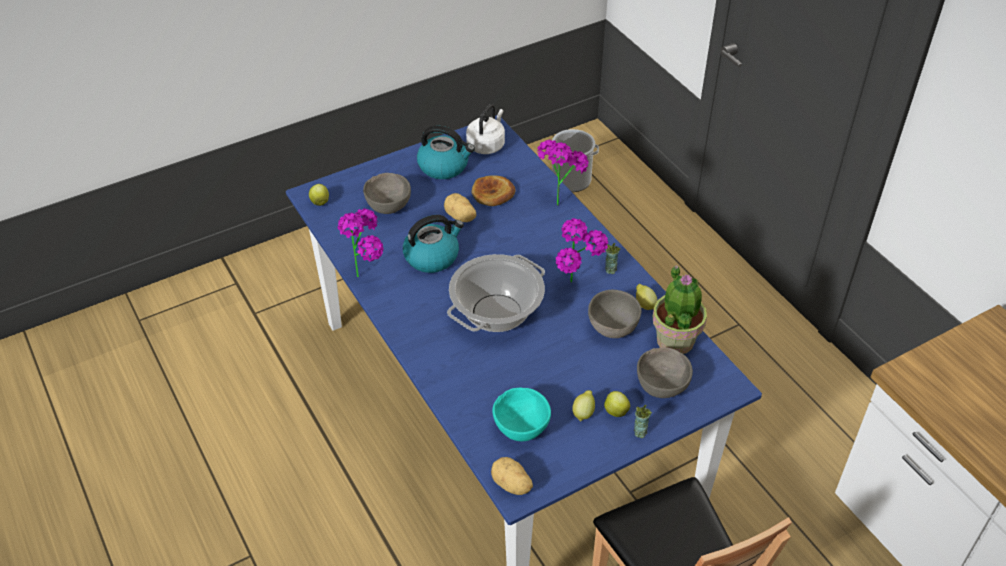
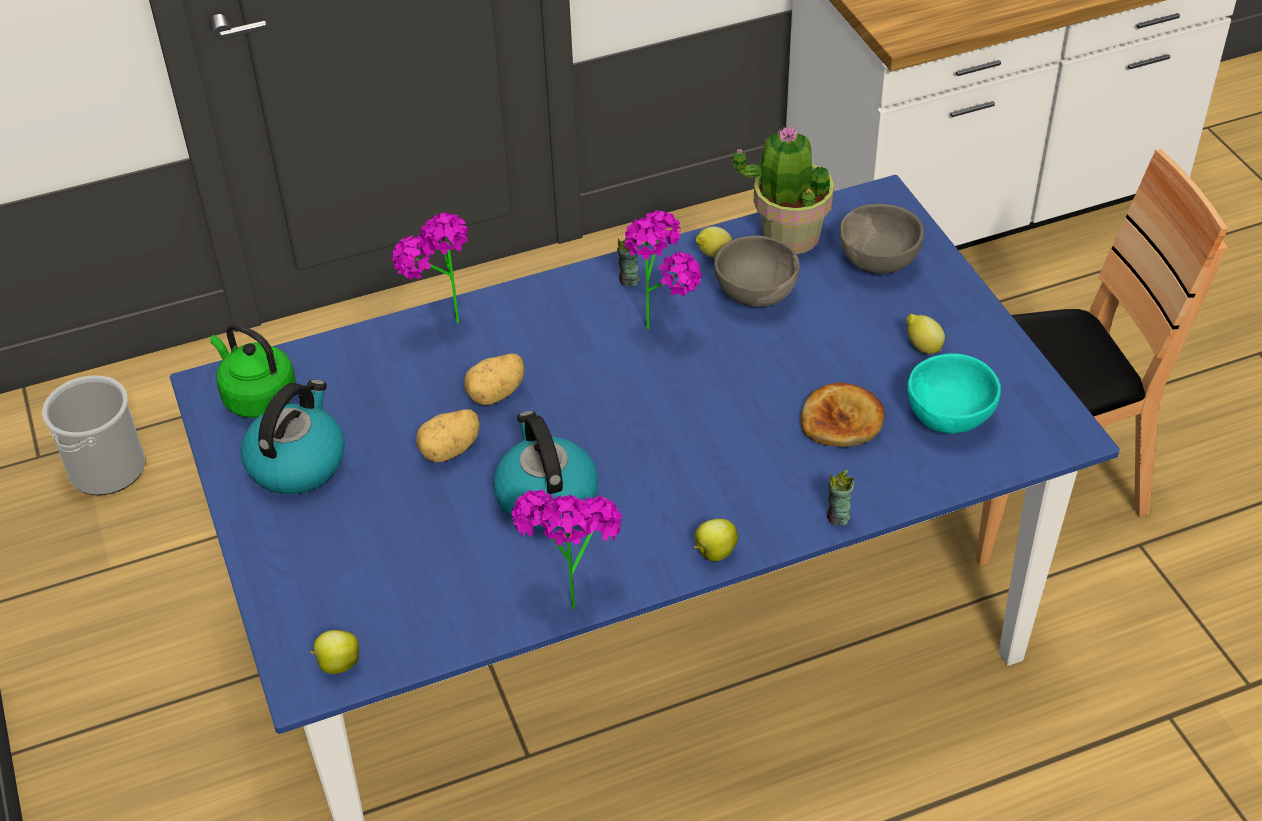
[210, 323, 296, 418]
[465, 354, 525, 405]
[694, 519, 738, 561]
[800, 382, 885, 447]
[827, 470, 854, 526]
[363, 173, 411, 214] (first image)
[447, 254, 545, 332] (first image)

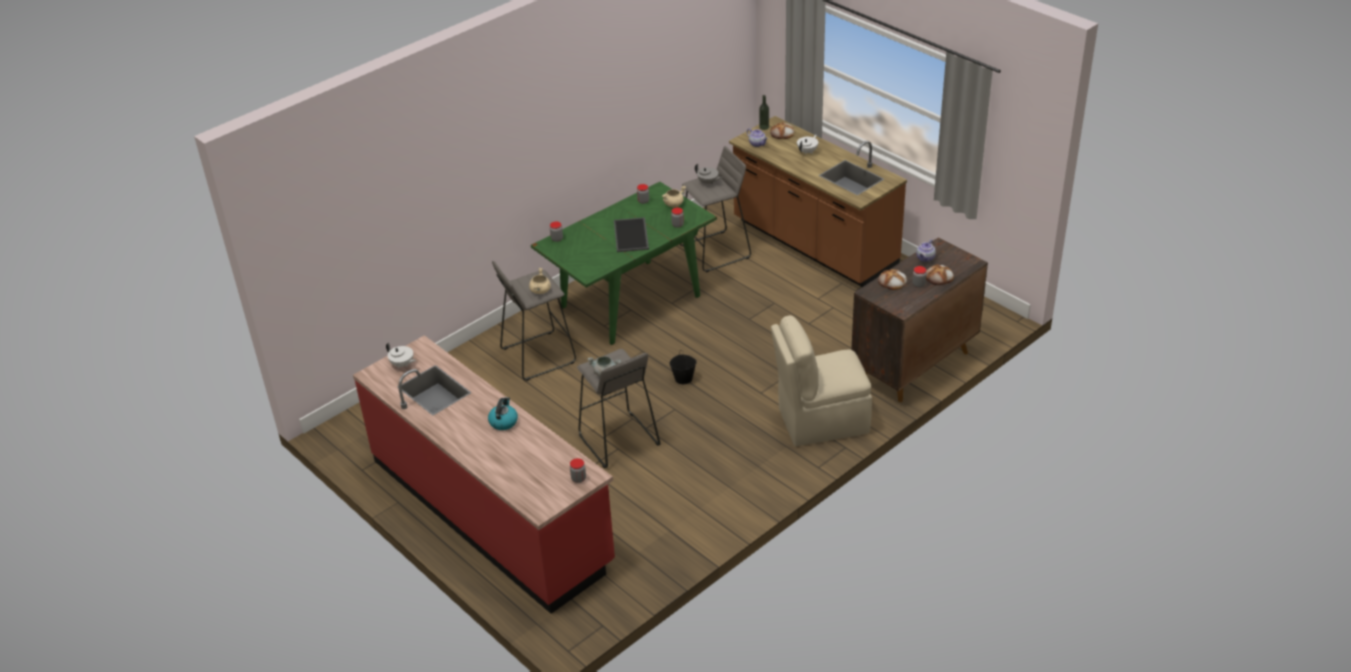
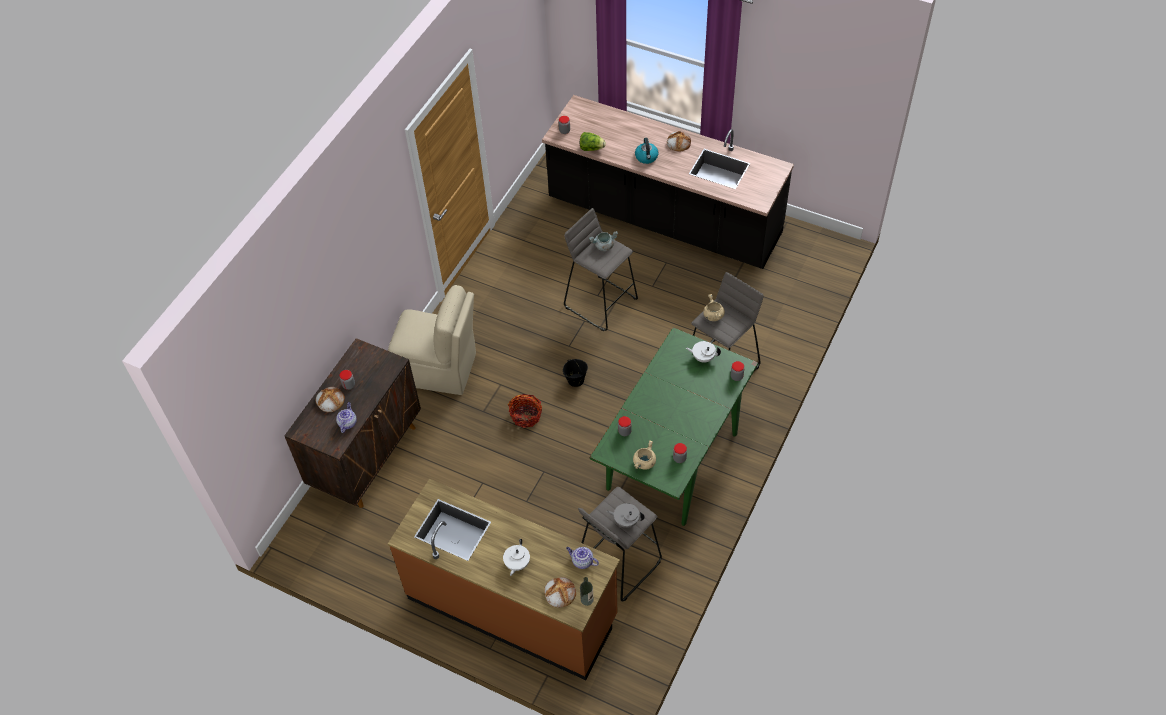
[388, 285, 476, 395]
[508, 394, 542, 428]
[542, 95, 794, 269]
[580, 132, 606, 151]
[667, 131, 691, 151]
[686, 341, 721, 363]
[614, 217, 649, 252] (first image)

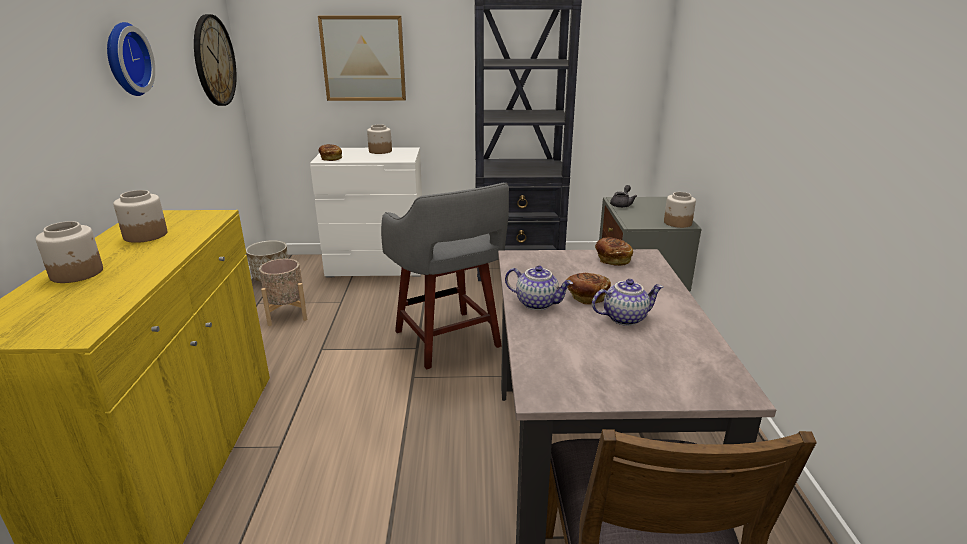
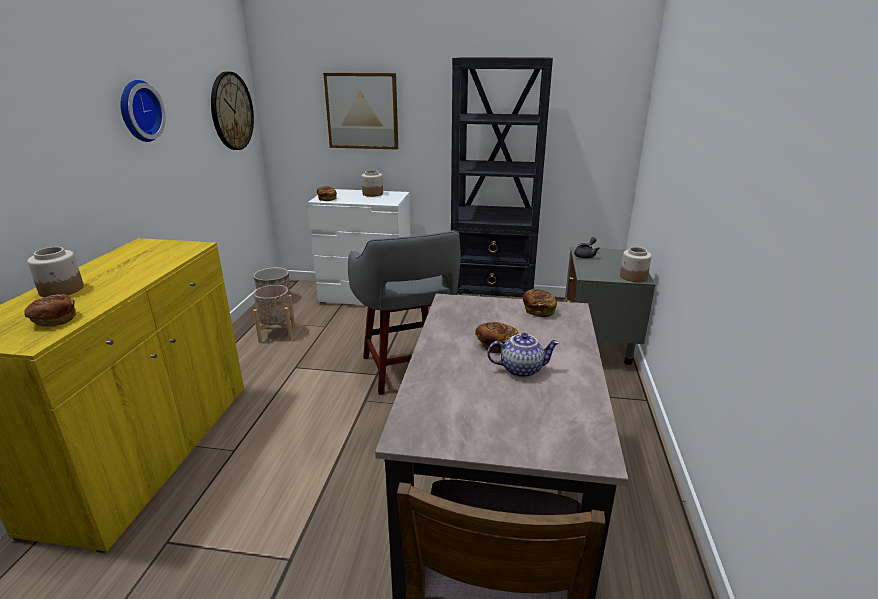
[24, 294, 76, 327]
[113, 190, 167, 243] (first image)
[505, 266, 573, 310] (first image)

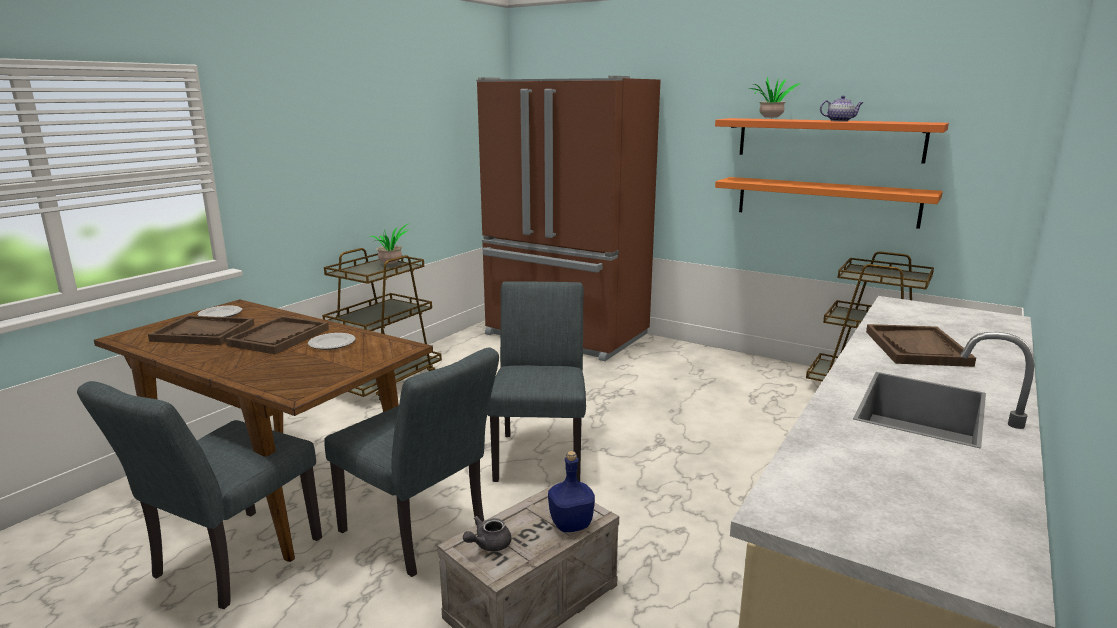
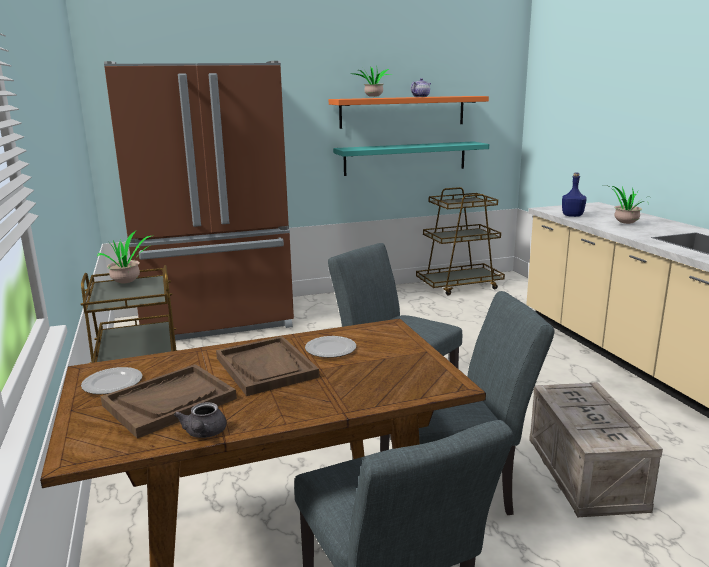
[174, 402, 227, 438]
[333, 142, 489, 176]
[562, 173, 587, 217]
[605, 185, 652, 224]

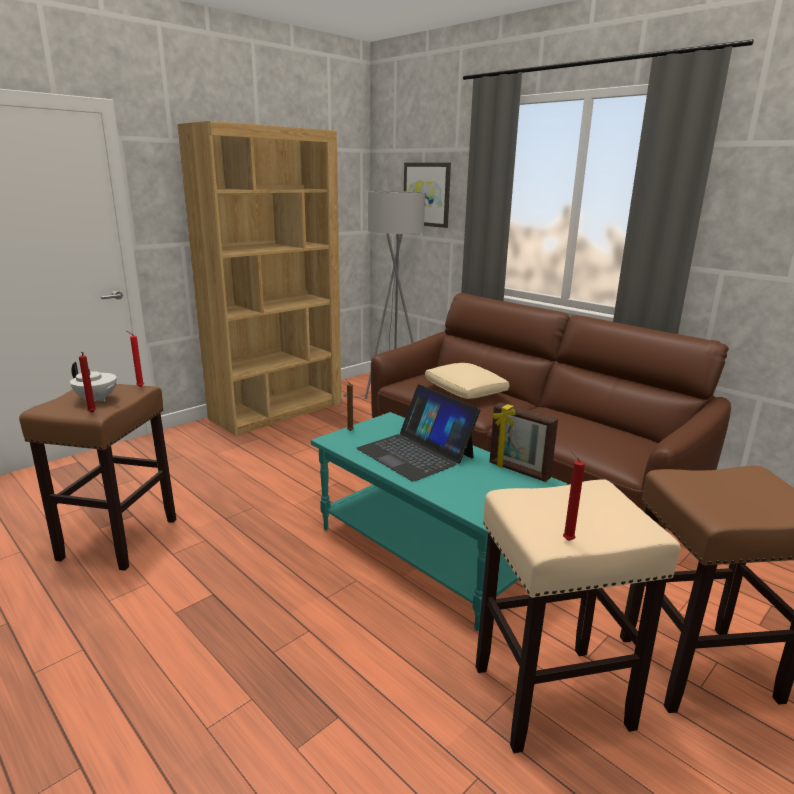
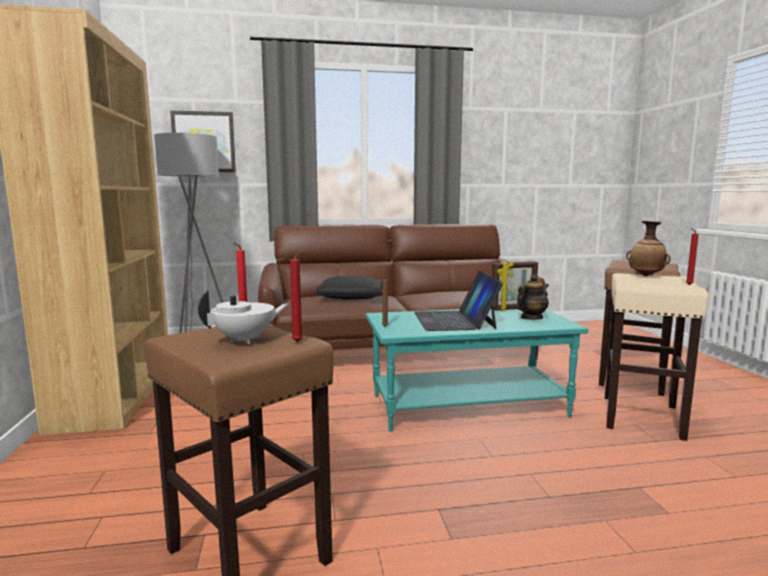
[316, 276, 382, 300]
[414, 270, 503, 331]
[516, 275, 549, 320]
[626, 221, 671, 276]

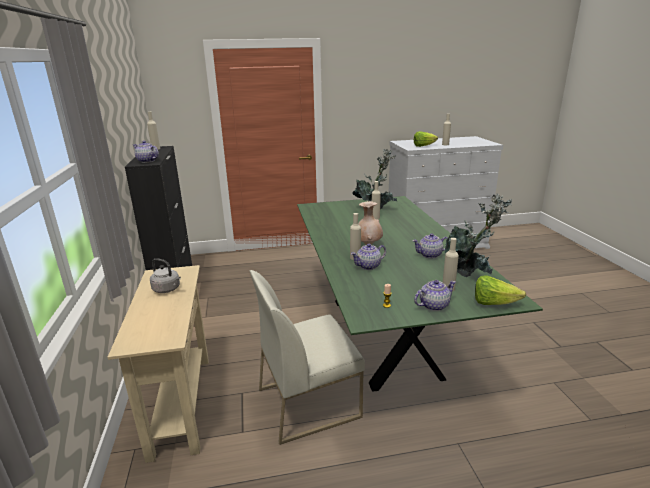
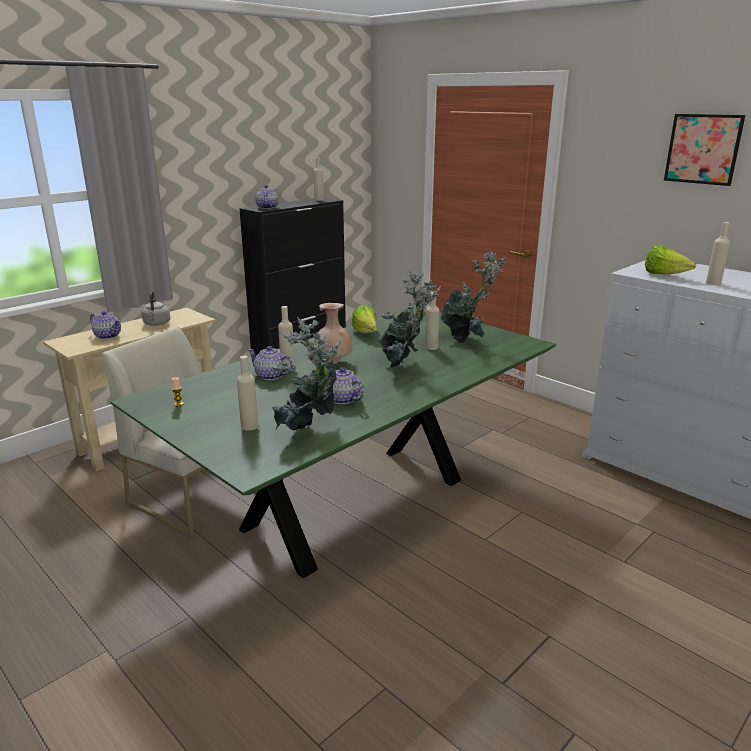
[90, 311, 121, 339]
[352, 305, 377, 333]
[379, 270, 441, 368]
[664, 114, 745, 186]

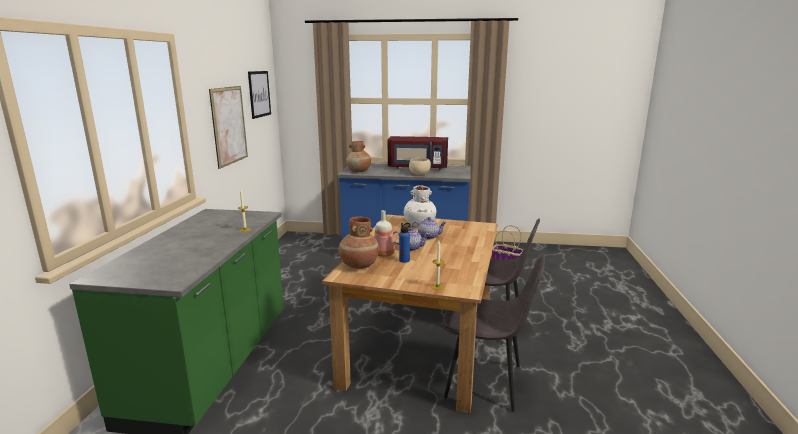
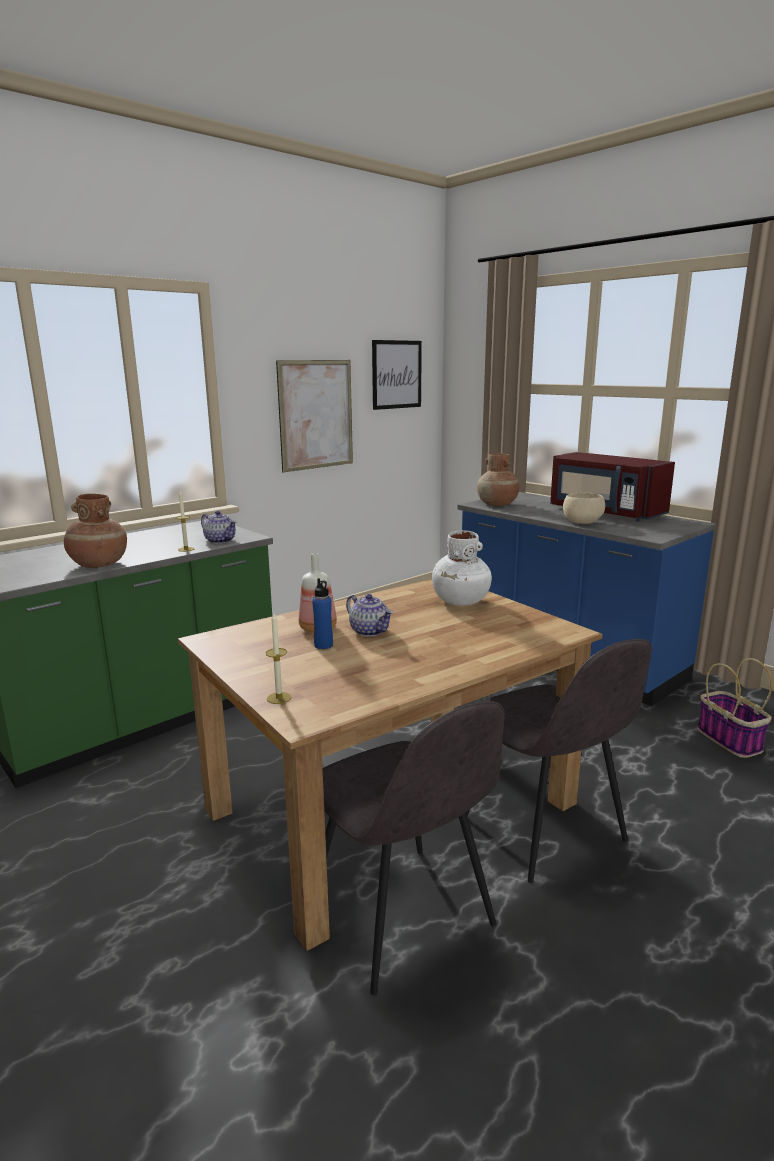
[64, 494, 127, 568]
[201, 511, 237, 544]

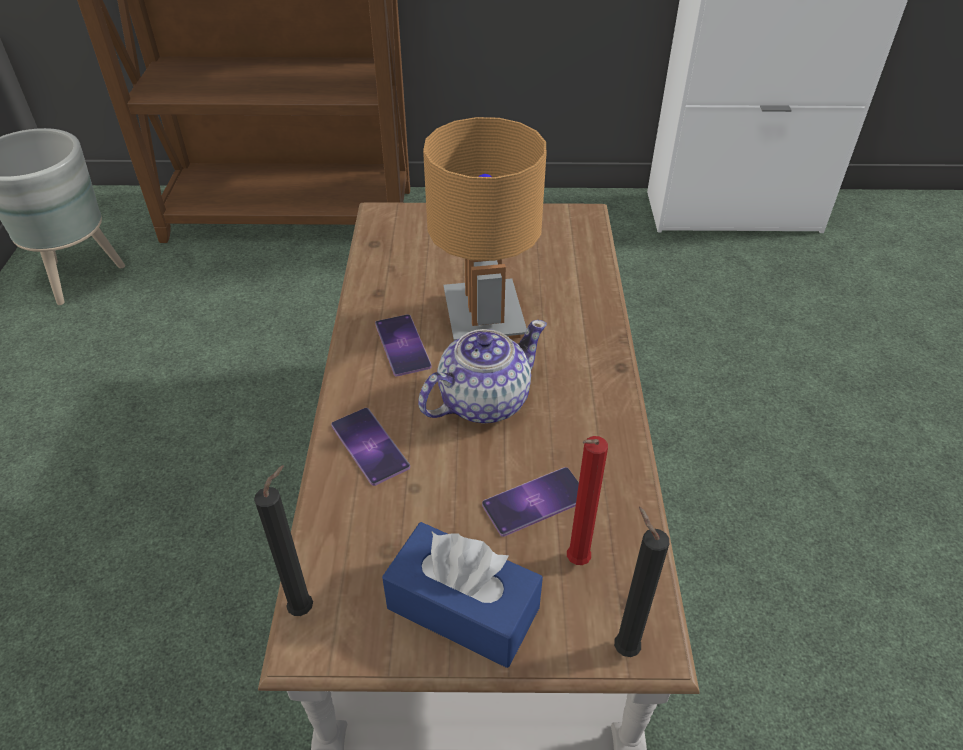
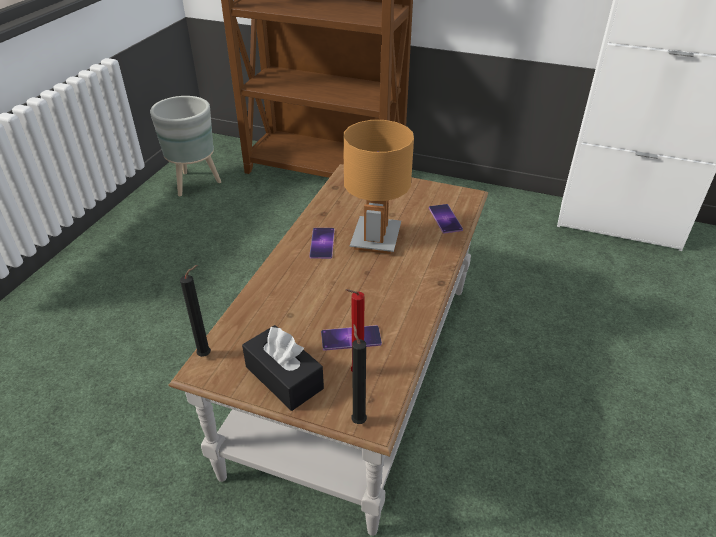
[242, 325, 324, 411]
[429, 204, 463, 234]
[418, 320, 547, 424] (first image)

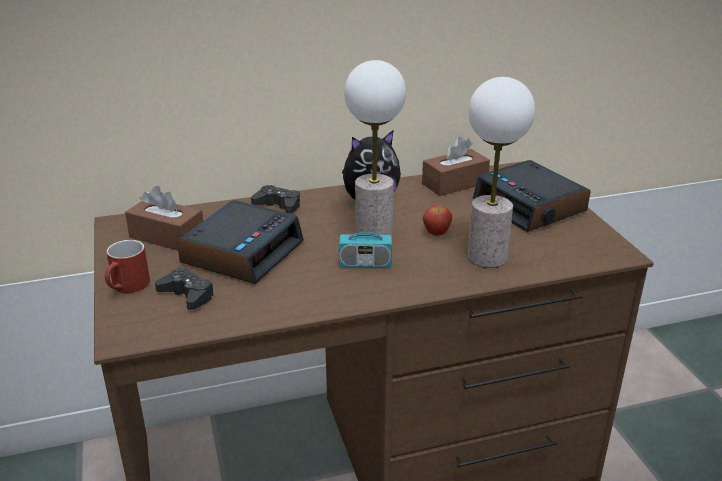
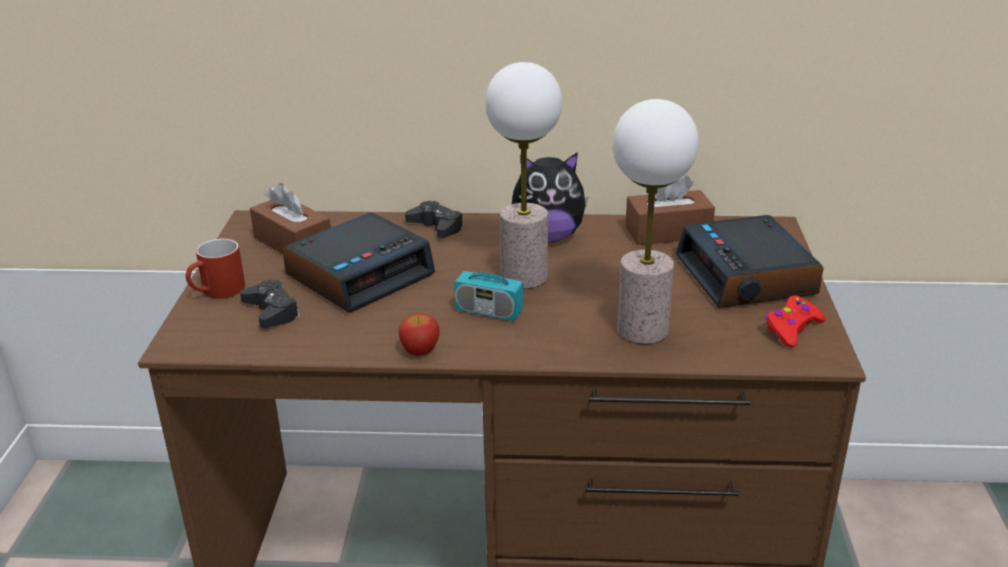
[399, 314, 439, 356]
[765, 295, 826, 347]

